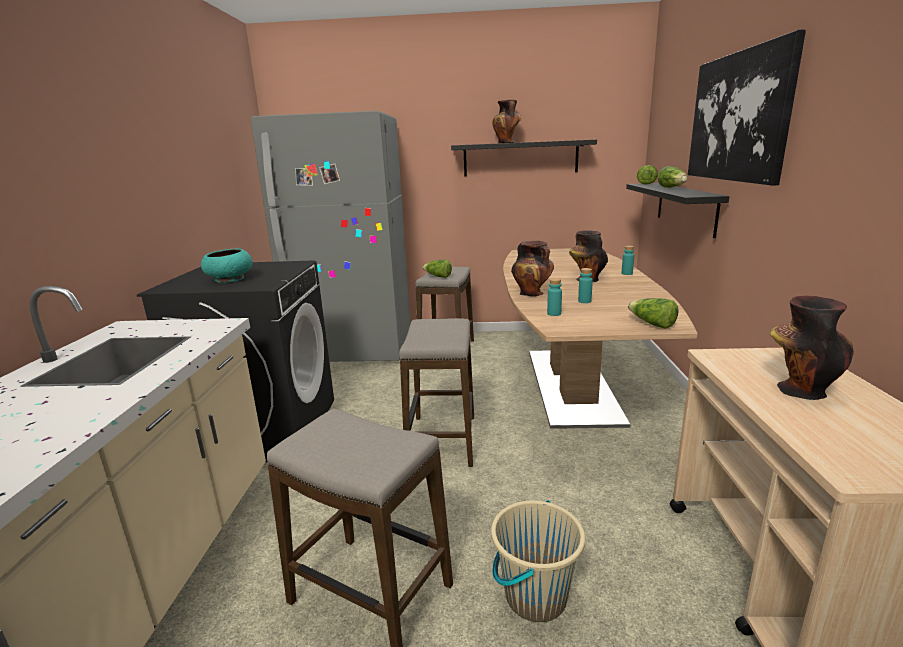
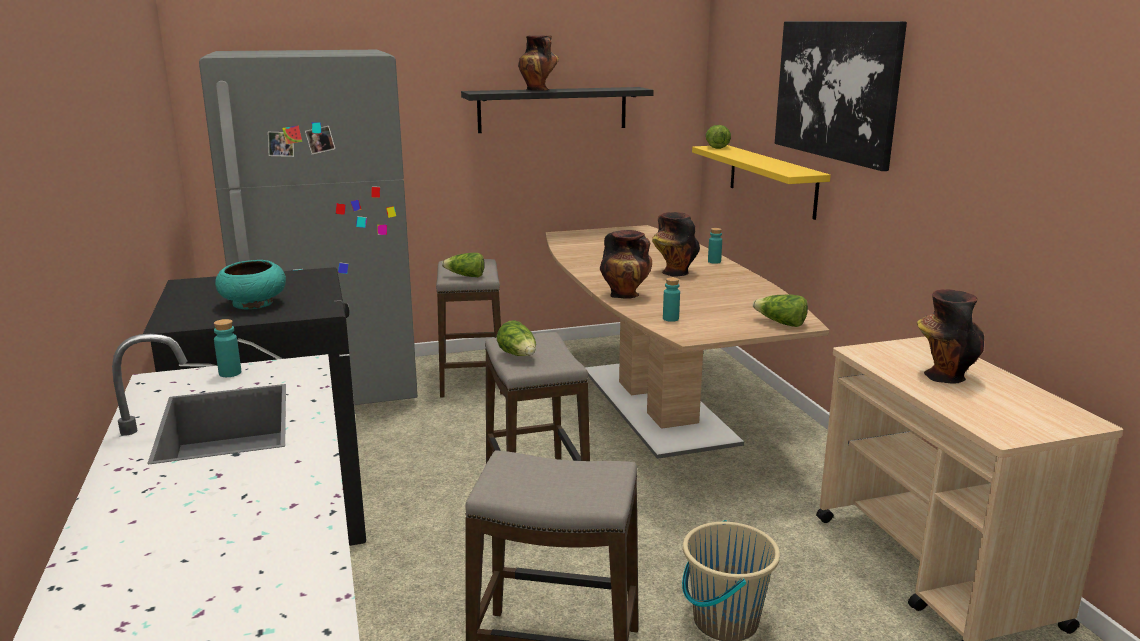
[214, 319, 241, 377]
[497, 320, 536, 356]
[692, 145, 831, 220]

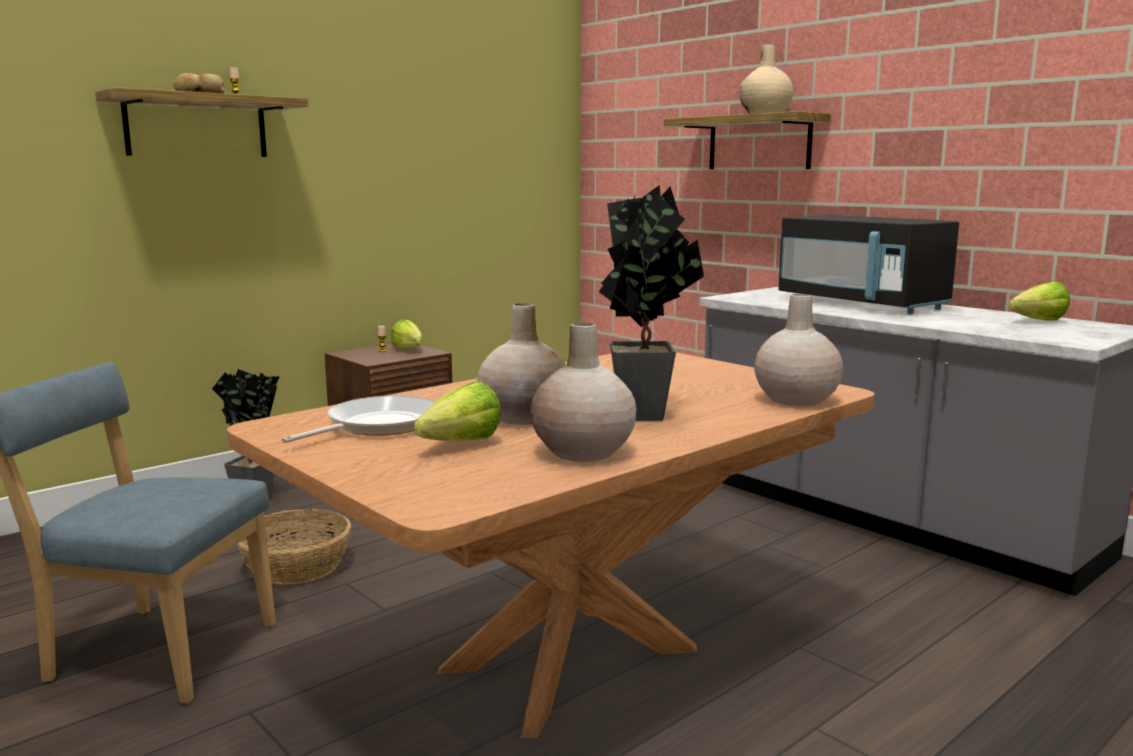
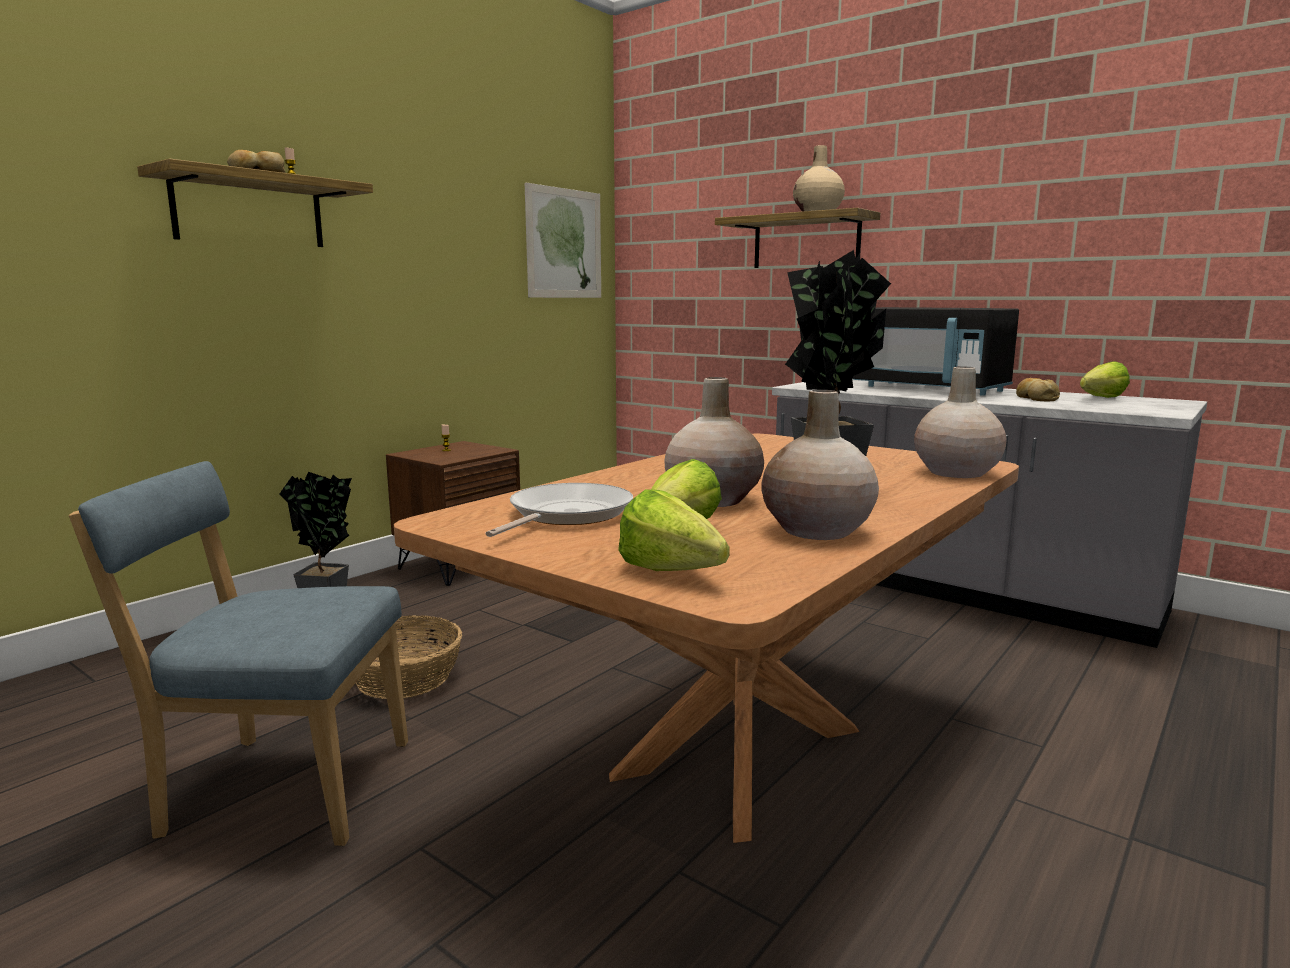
[525, 183, 601, 298]
[618, 489, 730, 571]
[1016, 378, 1060, 401]

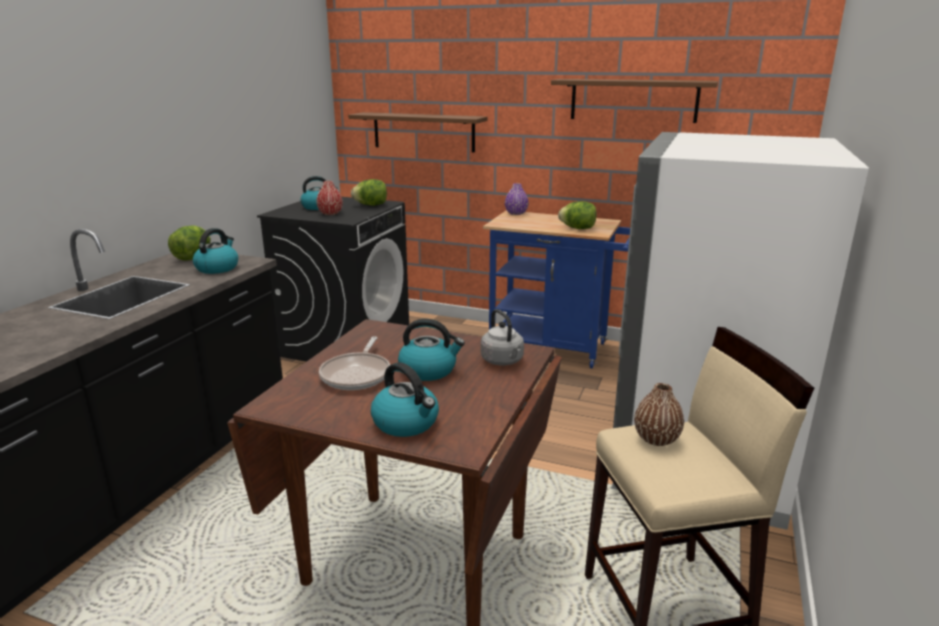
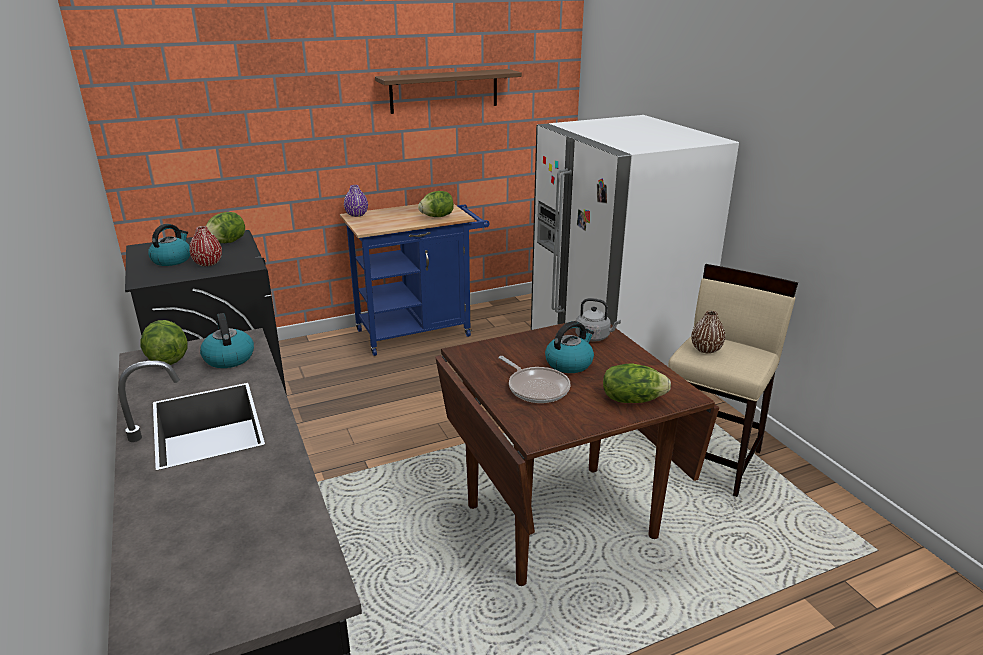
[603, 363, 671, 403]
[348, 112, 487, 152] (first image)

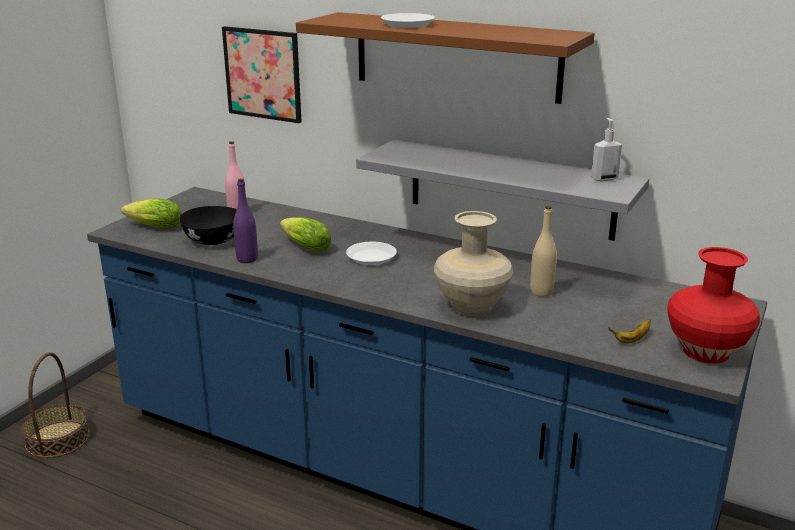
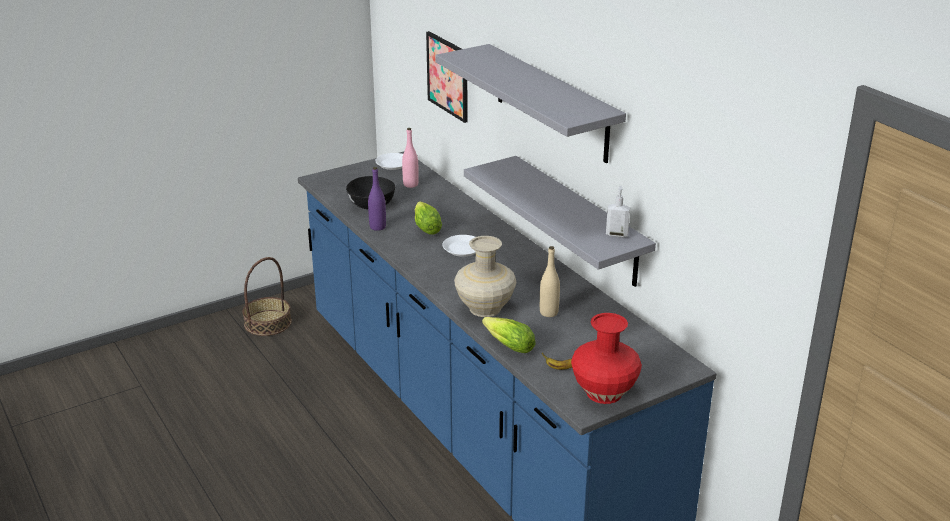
[375, 153, 403, 170]
[435, 44, 626, 163]
[482, 317, 536, 353]

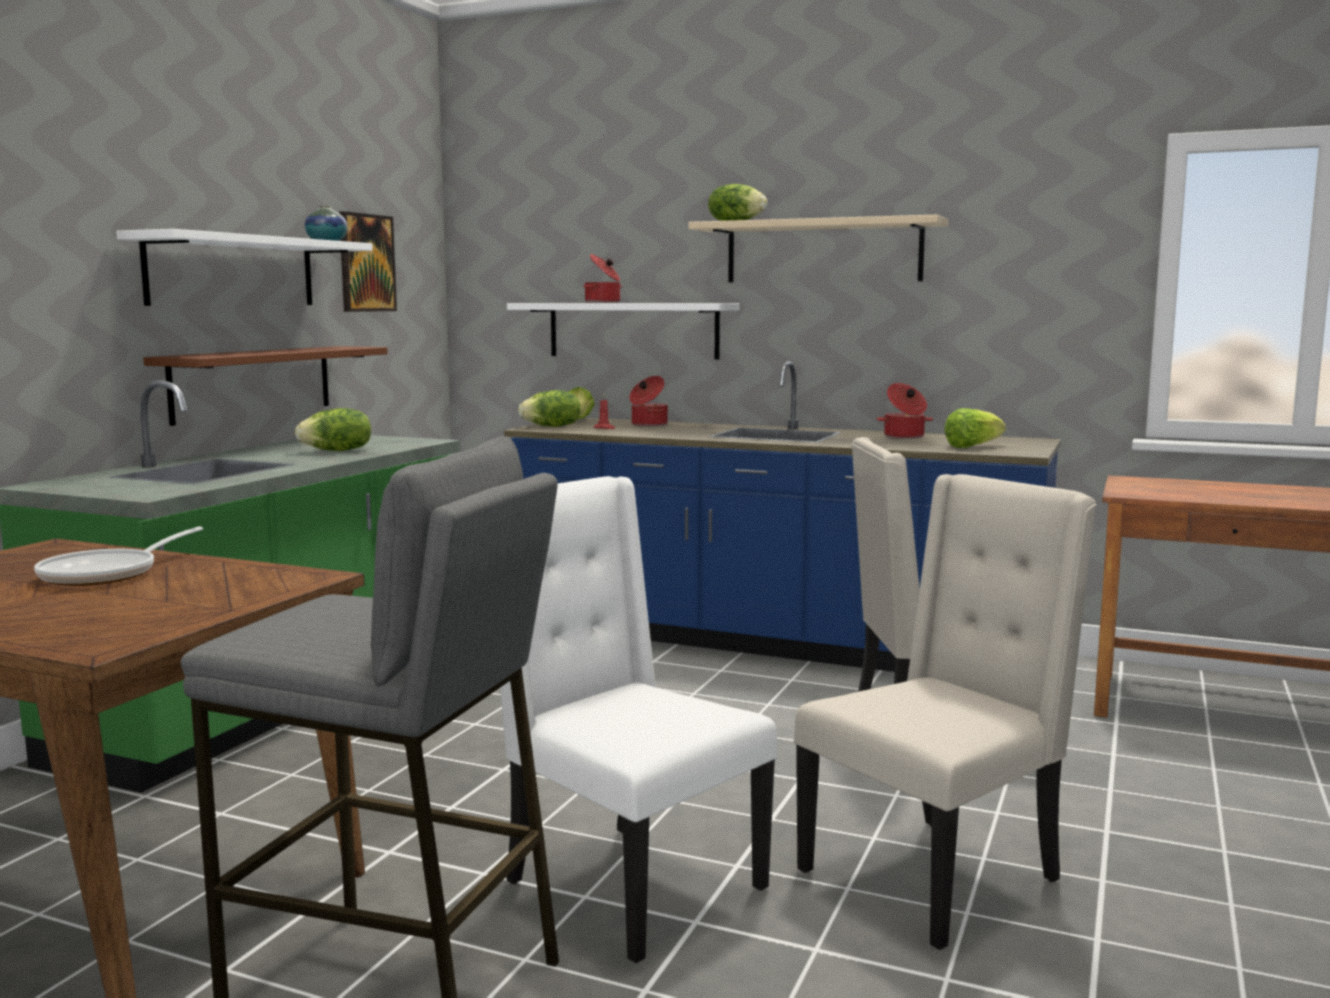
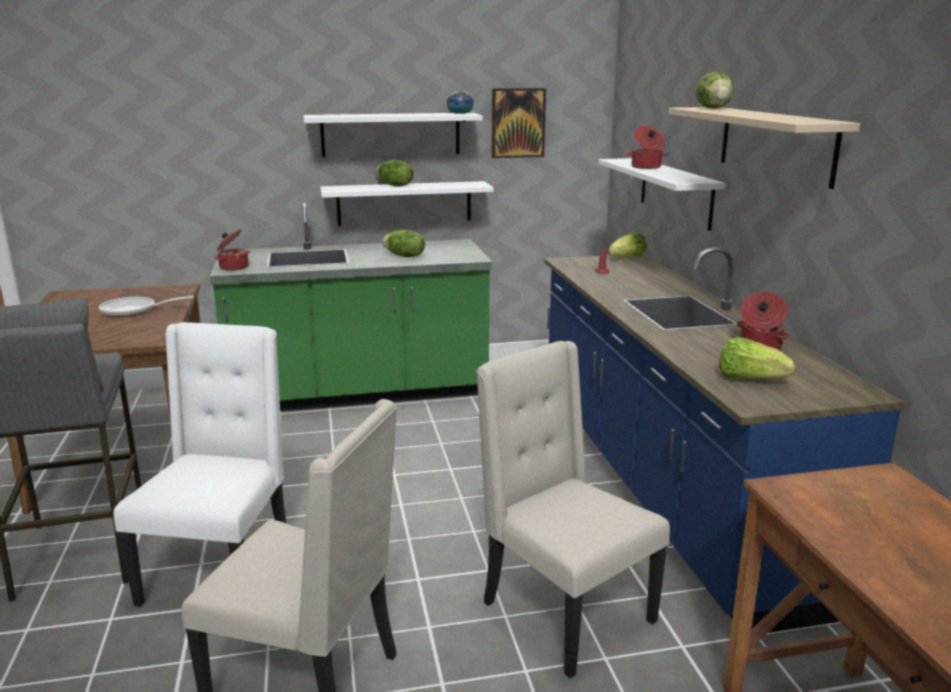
[215, 229, 250, 270]
[320, 181, 494, 226]
[375, 160, 414, 187]

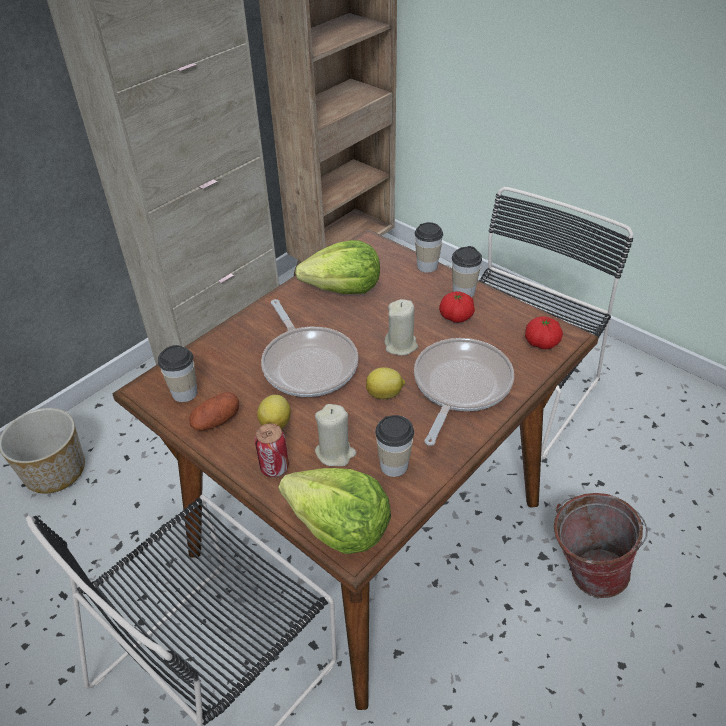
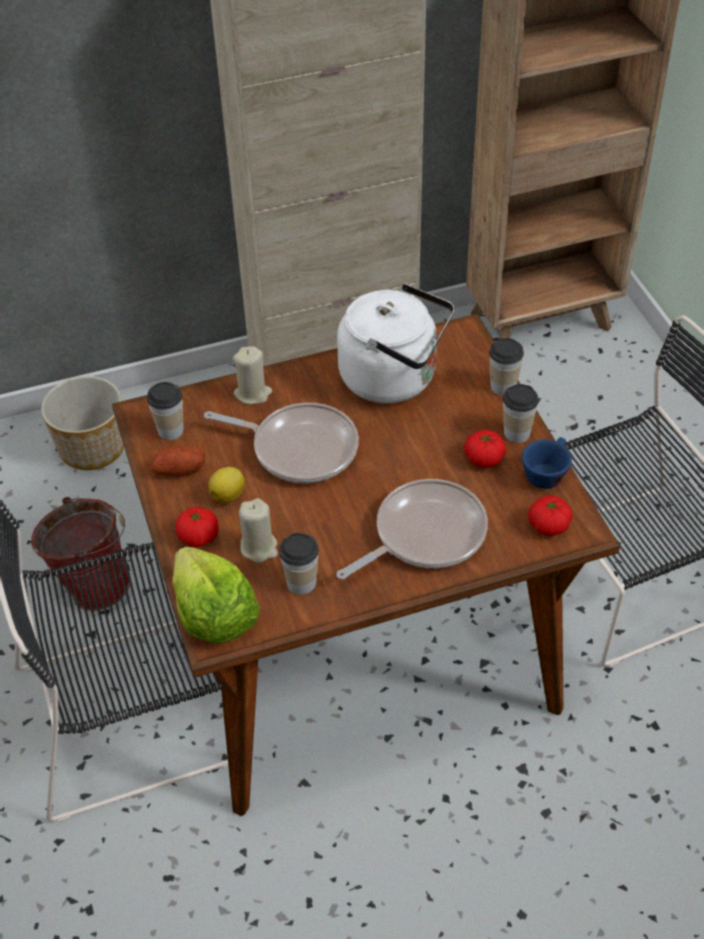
[31, 497, 130, 611]
[175, 507, 219, 547]
[204, 403, 359, 483]
[233, 346, 272, 405]
[337, 283, 454, 403]
[522, 437, 572, 489]
[366, 367, 405, 399] (first image)

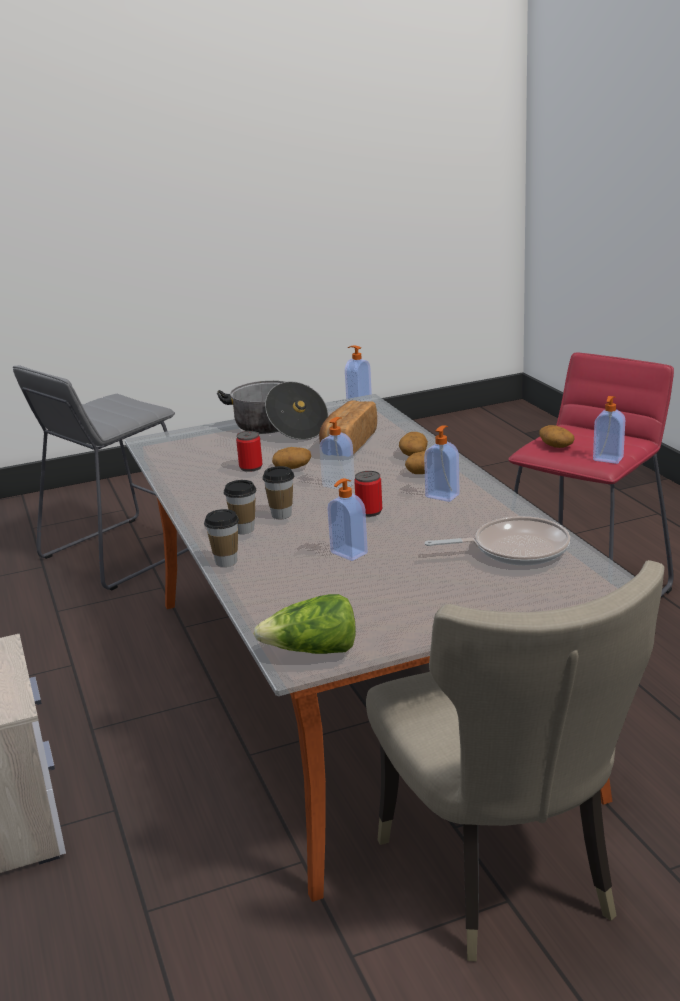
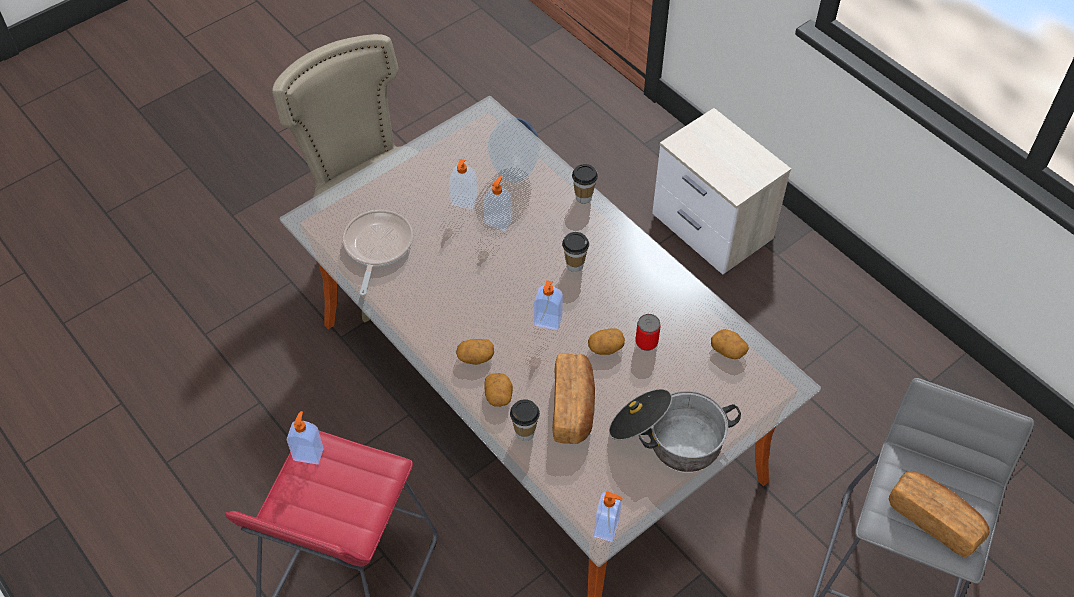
[343, 210, 413, 295]
[449, 159, 478, 209]
[488, 118, 541, 183]
[510, 399, 540, 441]
[711, 329, 749, 359]
[889, 471, 989, 557]
[253, 594, 356, 654] (first image)
[354, 471, 382, 517] (first image)

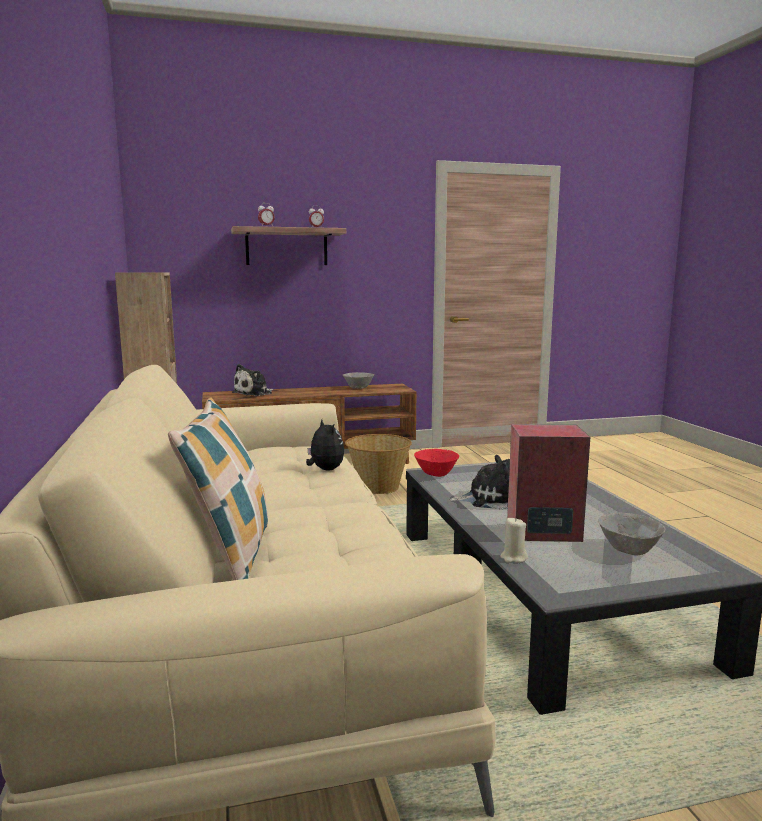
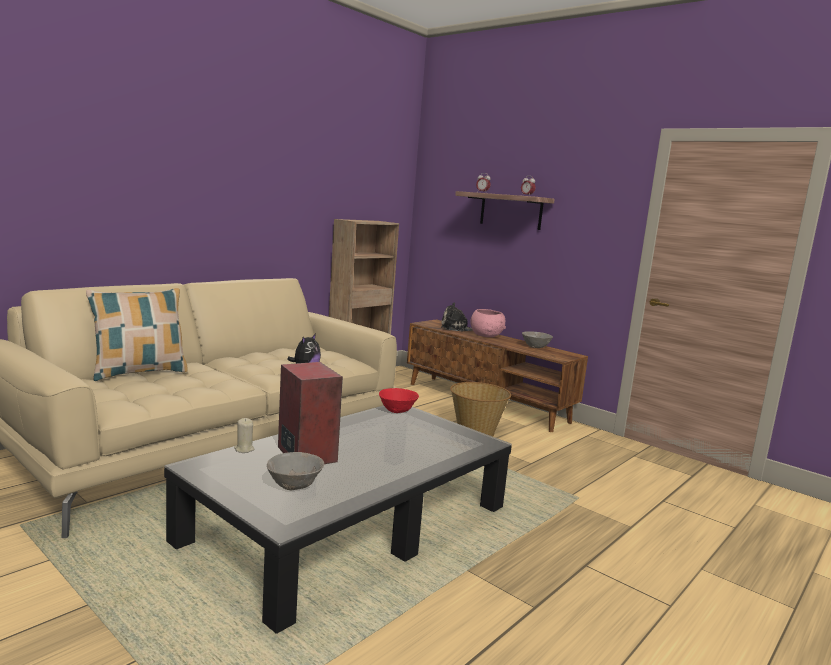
[470, 309, 506, 337]
[449, 455, 510, 510] (first image)

